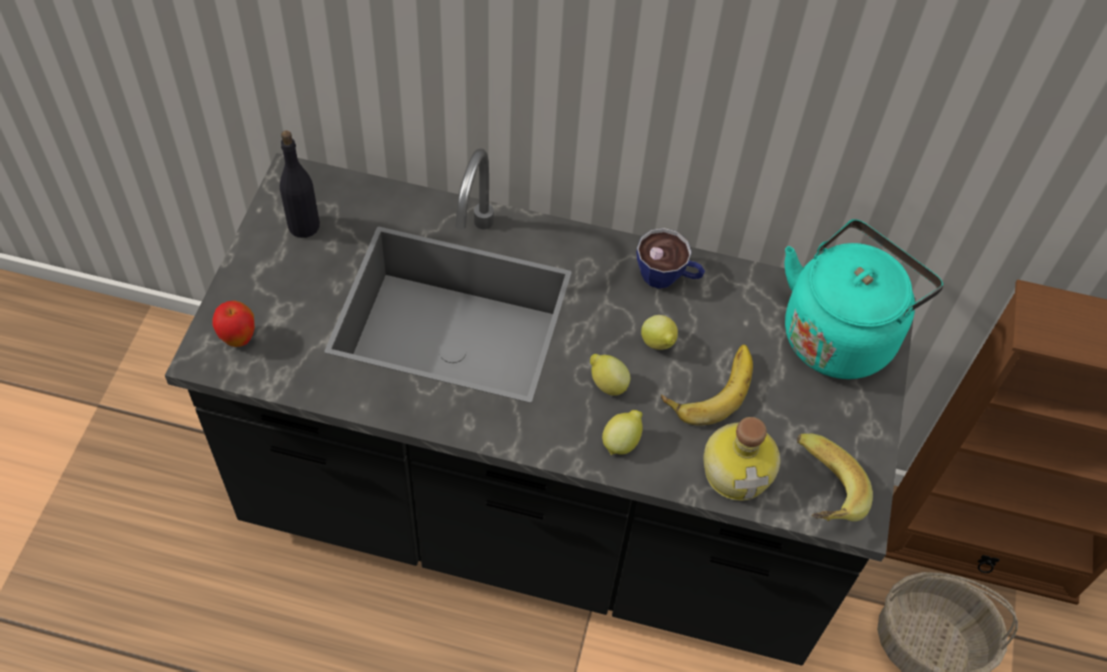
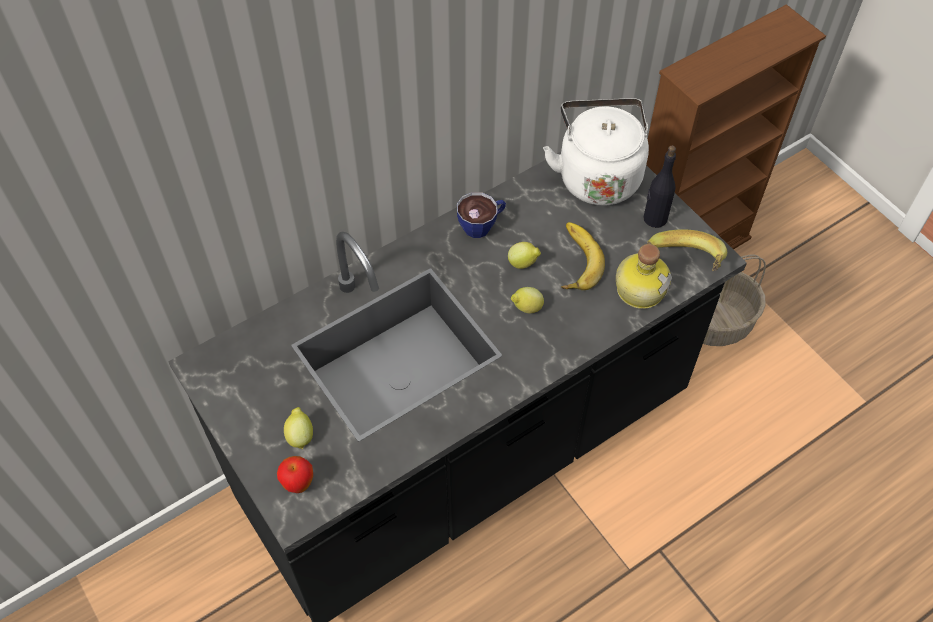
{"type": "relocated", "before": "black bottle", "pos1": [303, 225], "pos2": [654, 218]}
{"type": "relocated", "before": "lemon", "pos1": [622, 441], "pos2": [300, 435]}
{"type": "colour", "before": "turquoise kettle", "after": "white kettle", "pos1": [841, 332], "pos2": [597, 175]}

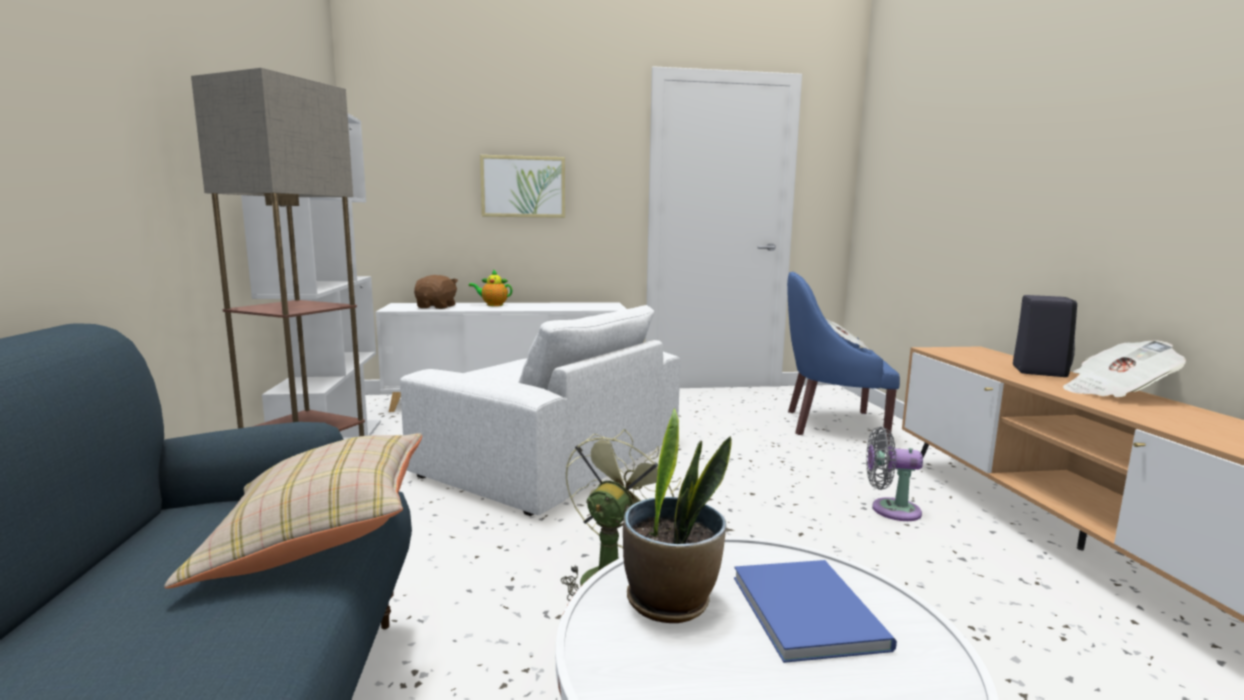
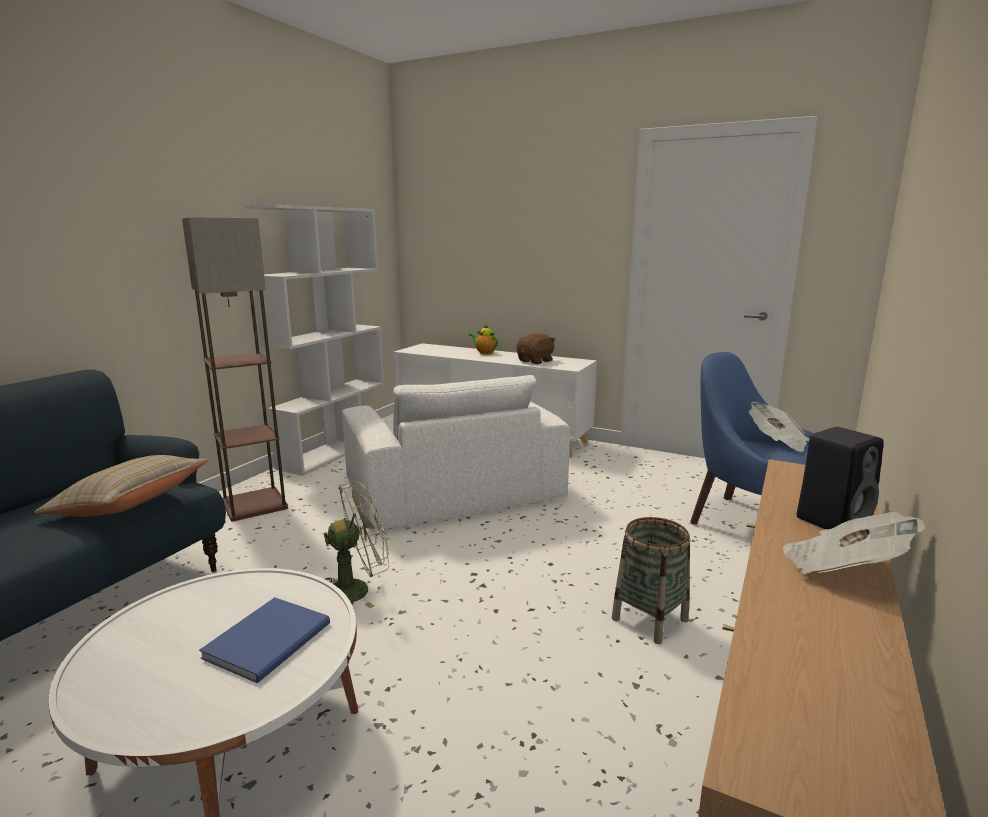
{"type": "relocated", "before": "brown plush toy", "pos1": [437, 307], "pos2": [536, 361]}
{"type": "missing", "before": "picture", "pos1": [523, 187]}
{"type": "missing", "before": "potted plant", "pos1": [670, 601]}
{"type": "exchanged", "before": "grey fan", "after": "basket", "pos1": [890, 510], "pos2": [650, 619]}

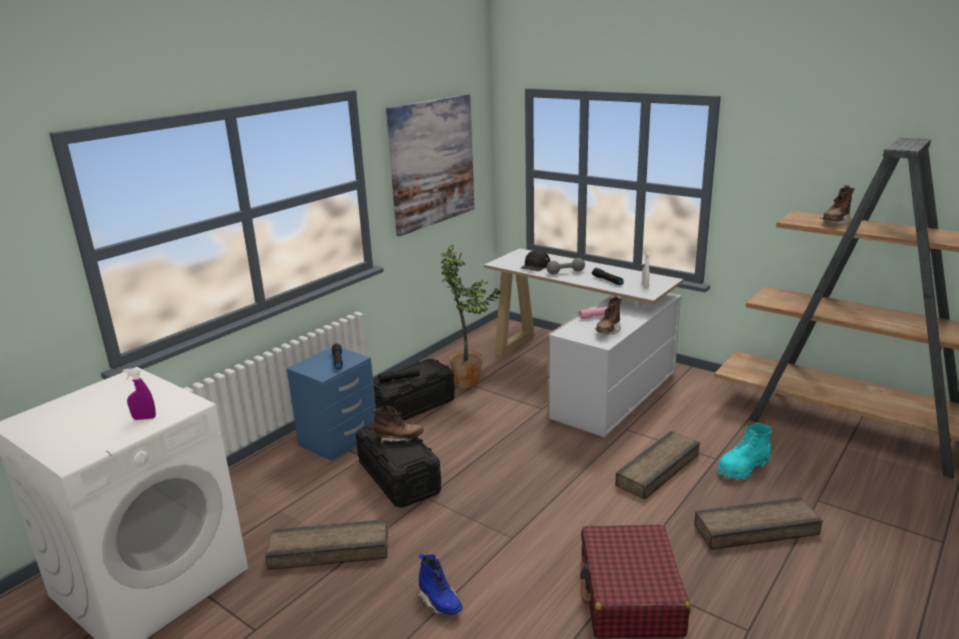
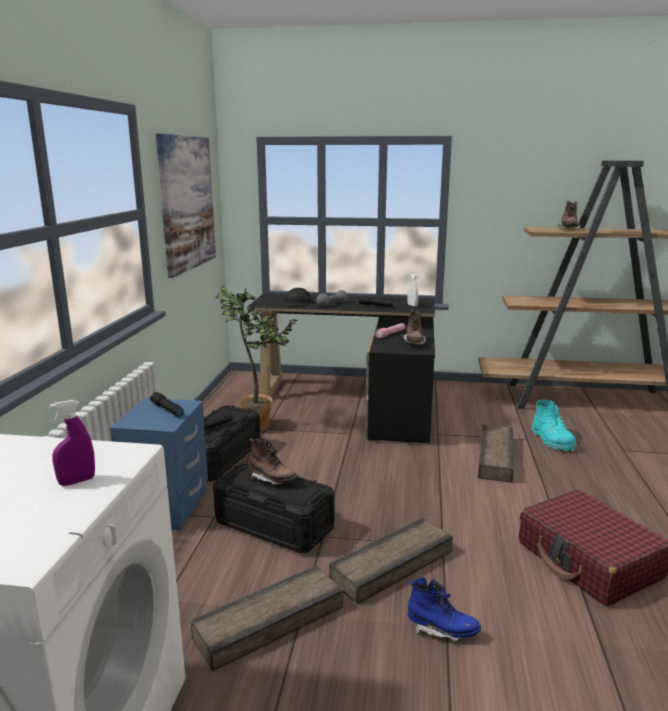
{"type": "spun", "before": "brown boot", "pos1": [399, 438], "pos2": [272, 479], "turn": 60}
{"type": "colour", "before": "white desk", "after": "black desk", "pos1": [583, 375], "pos2": [357, 401]}
{"type": "relocated", "before": "crate", "pos1": [757, 530], "pos2": [394, 566]}
{"type": "spun", "before": "turquoise boot", "pos1": [742, 468], "pos2": [552, 441], "turn": -45}

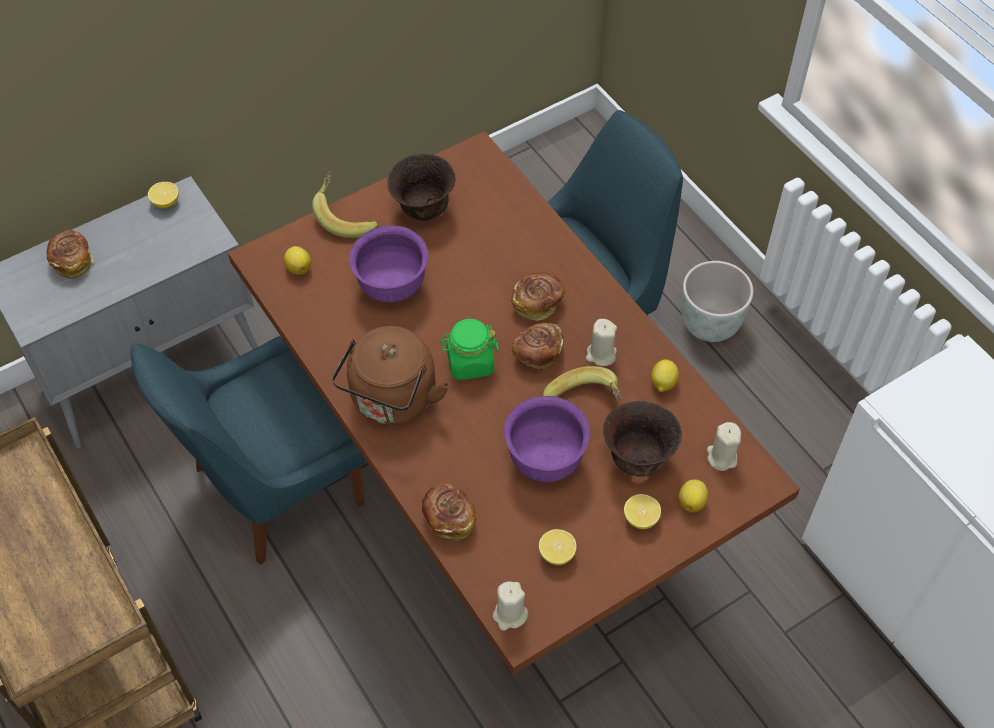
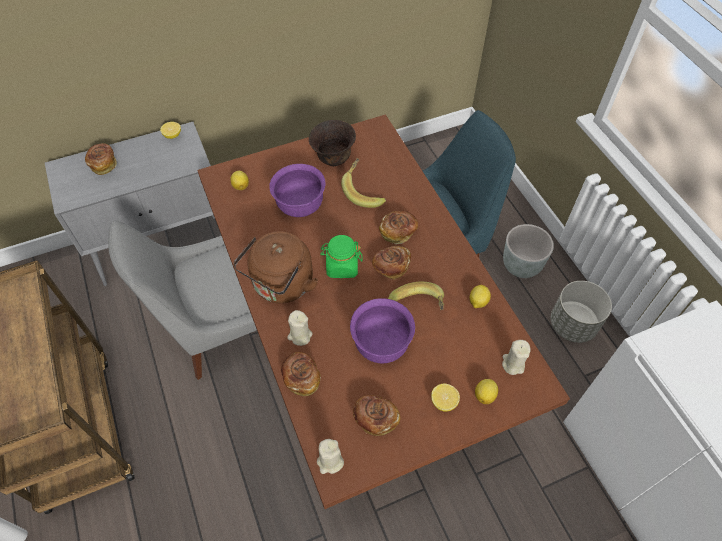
{"type": "colour", "before": "blue chair", "after": "grey chair", "pos1": [272, 489], "pos2": [217, 331]}
{"type": "relocated", "before": "banana", "pos1": [346, 216], "pos2": [364, 191]}
{"type": "exchanged", "before": "lemon", "after": "bread", "pos1": [557, 554], "pos2": [375, 419]}
{"type": "relocated", "before": "beige candle", "pos1": [601, 354], "pos2": [300, 335]}
{"type": "missing", "before": "brown bowl", "pos1": [637, 459]}
{"type": "appeared", "after": "grey planter", "pos2": [572, 325]}

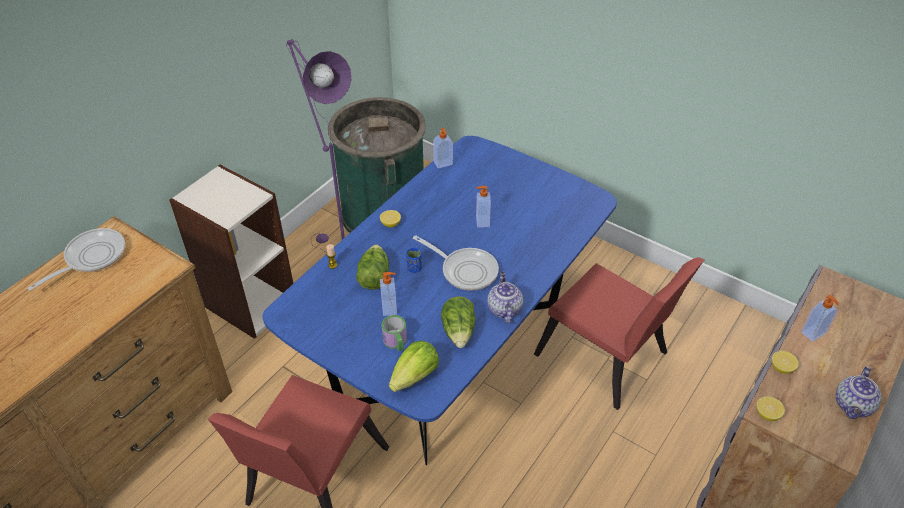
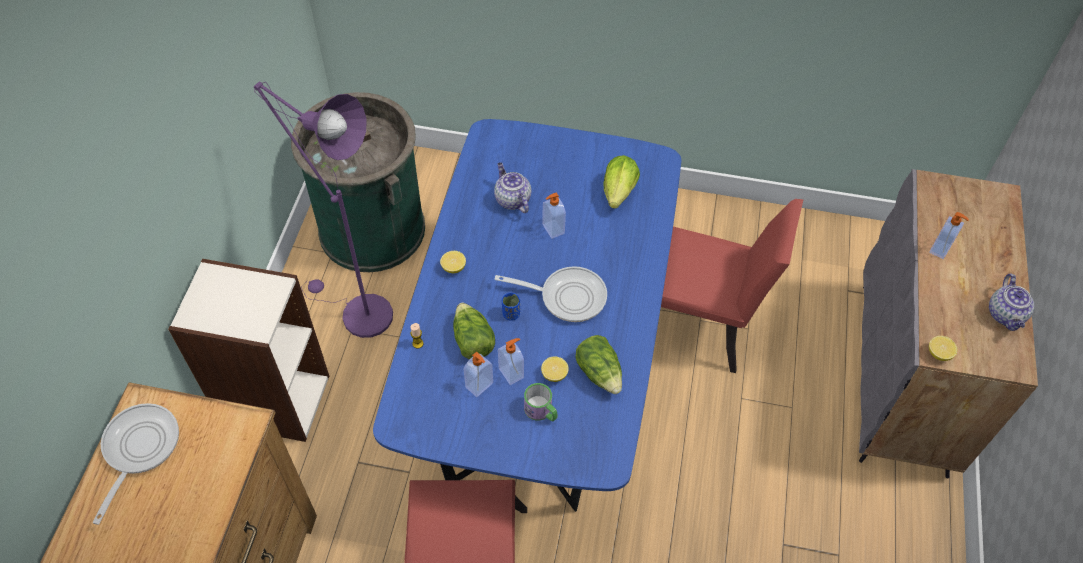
{"type": "relocated", "before": "lettuce", "pos1": [415, 376], "pos2": [619, 192]}
{"type": "relocated", "before": "soap dispenser", "pos1": [443, 163], "pos2": [480, 386]}
{"type": "relocated", "before": "teapot", "pos1": [504, 309], "pos2": [512, 200]}
{"type": "relocated", "before": "lemon", "pos1": [781, 368], "pos2": [554, 374]}

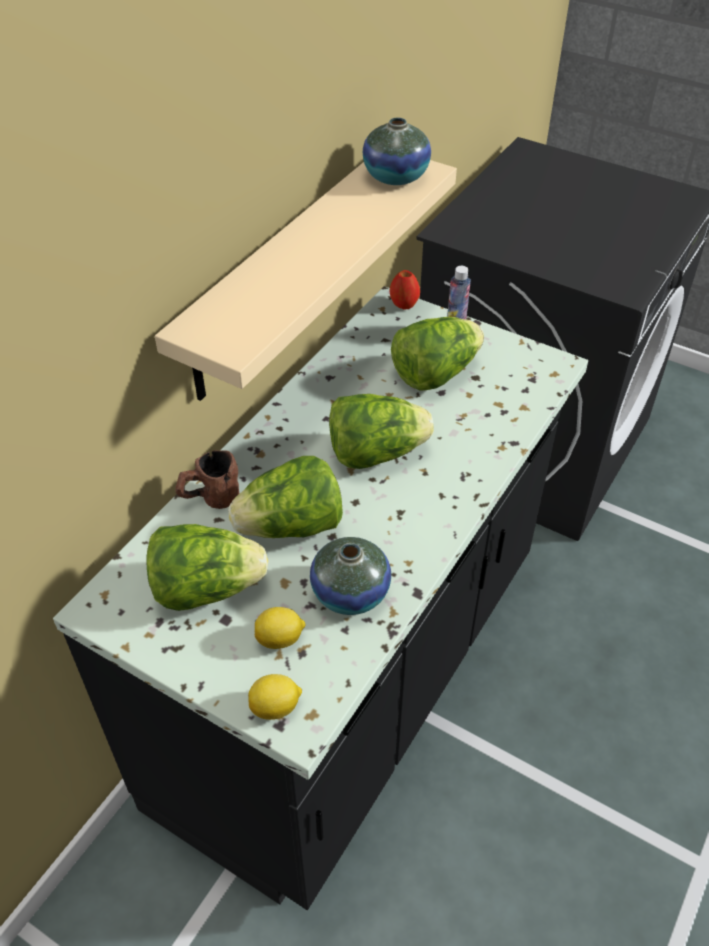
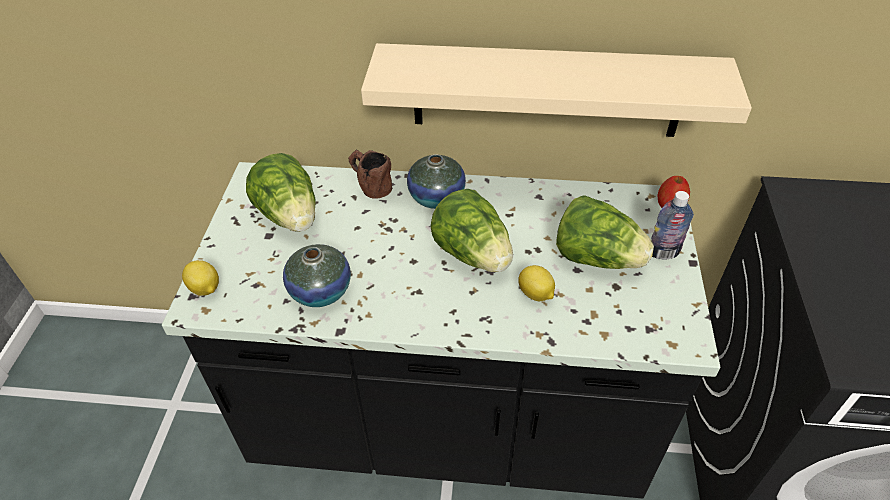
{"type": "missing", "before": "lettuce", "pos1": [291, 527]}
{"type": "relocated", "before": "lemon", "pos1": [280, 639], "pos2": [536, 294]}
{"type": "relocated", "before": "vase", "pos1": [395, 177], "pos2": [436, 197]}

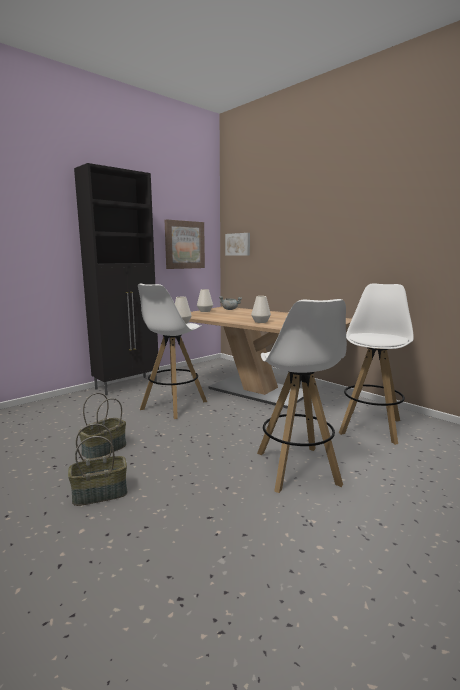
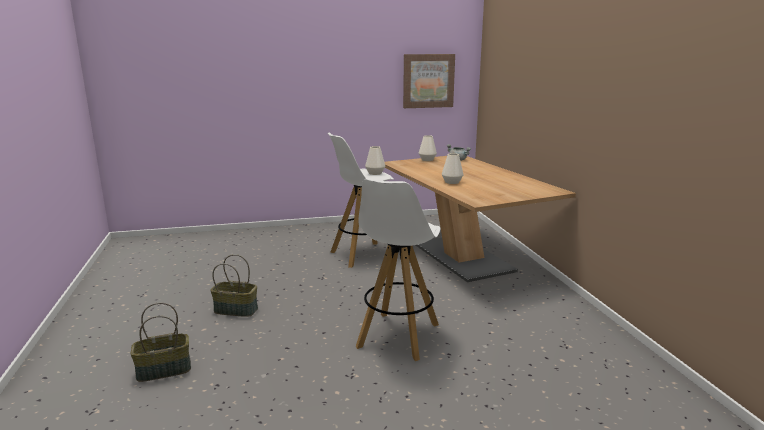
{"type": "missing", "before": "black cabinet", "pos1": [127, 385]}
{"type": "relocated", "before": "basket", "pos1": [104, 450], "pos2": [163, 371]}
{"type": "missing", "before": "picture", "pos1": [238, 244]}
{"type": "missing", "before": "white stool", "pos1": [370, 426]}

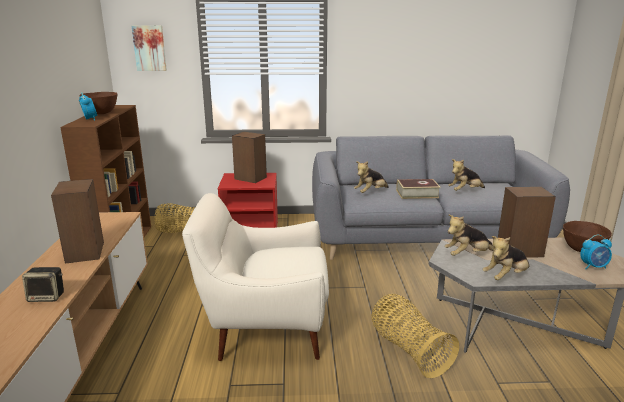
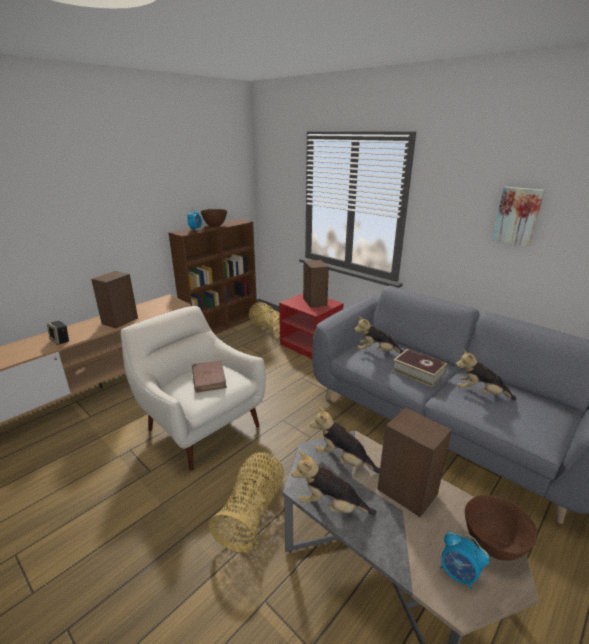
{"type": "relocated", "before": "picture", "pos1": [150, 48], "pos2": [517, 216]}
{"type": "appeared", "after": "brown book", "pos2": [209, 378]}

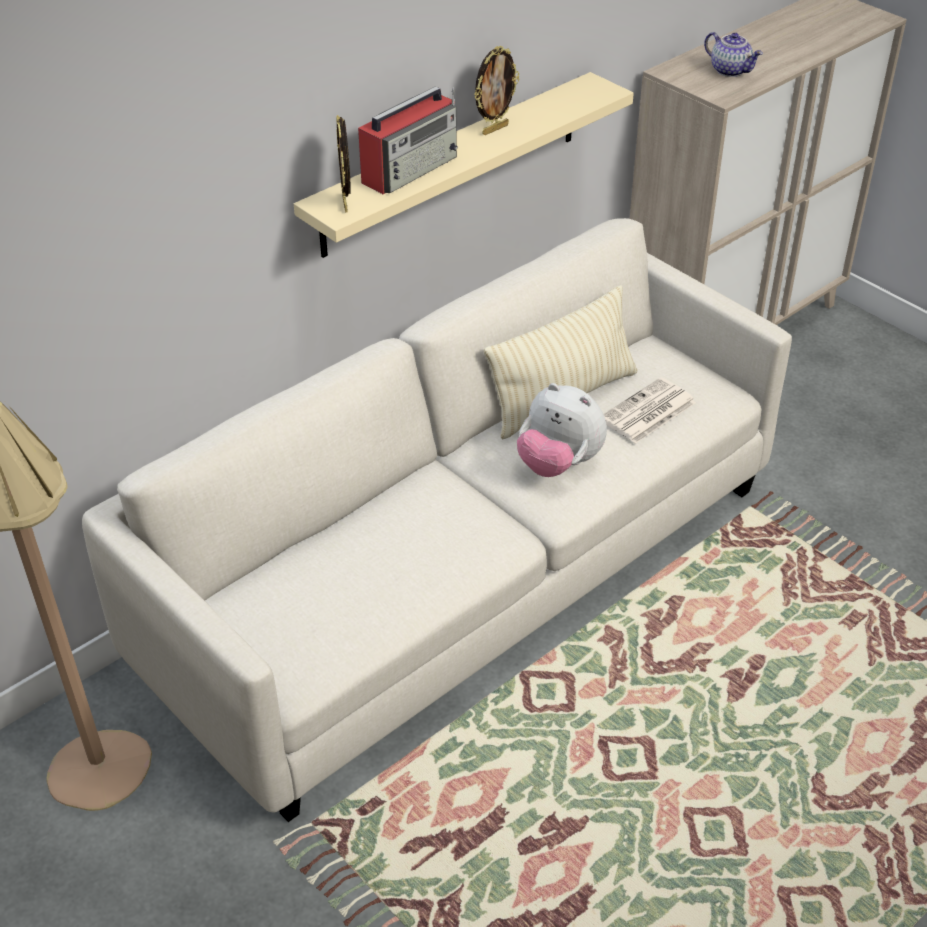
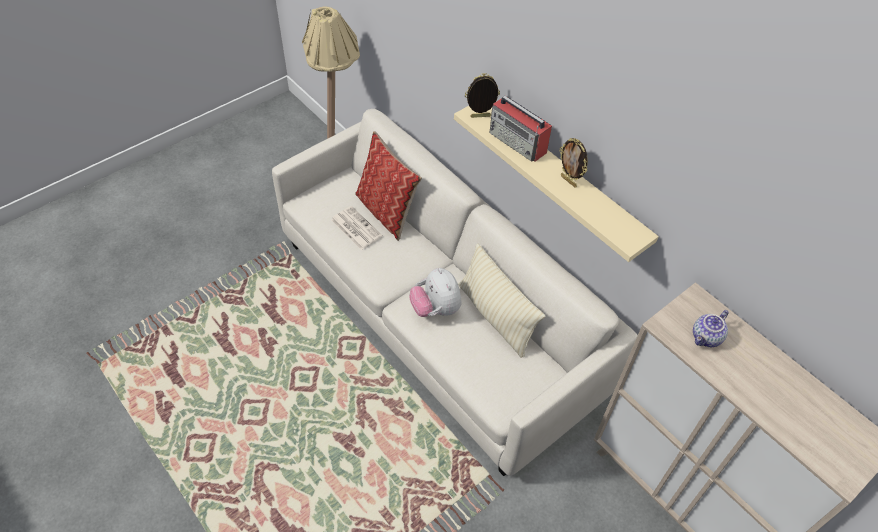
{"type": "spun", "before": "plush toy", "pos1": [558, 464], "pos2": [436, 308], "turn": -60}
{"type": "relocated", "before": "newspaper", "pos1": [647, 412], "pos2": [355, 228]}
{"type": "appeared", "after": "pillow", "pos2": [387, 211]}

